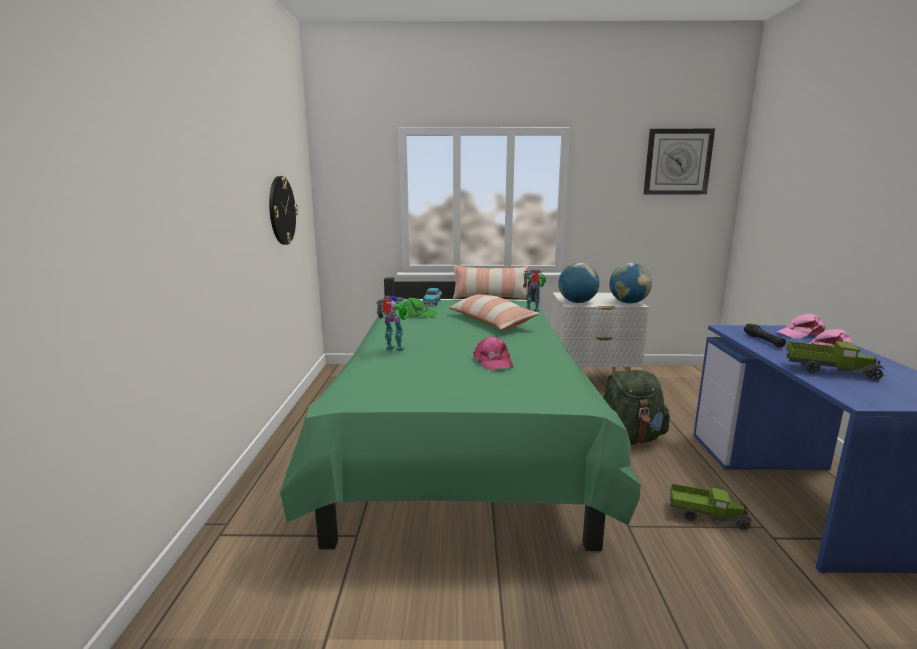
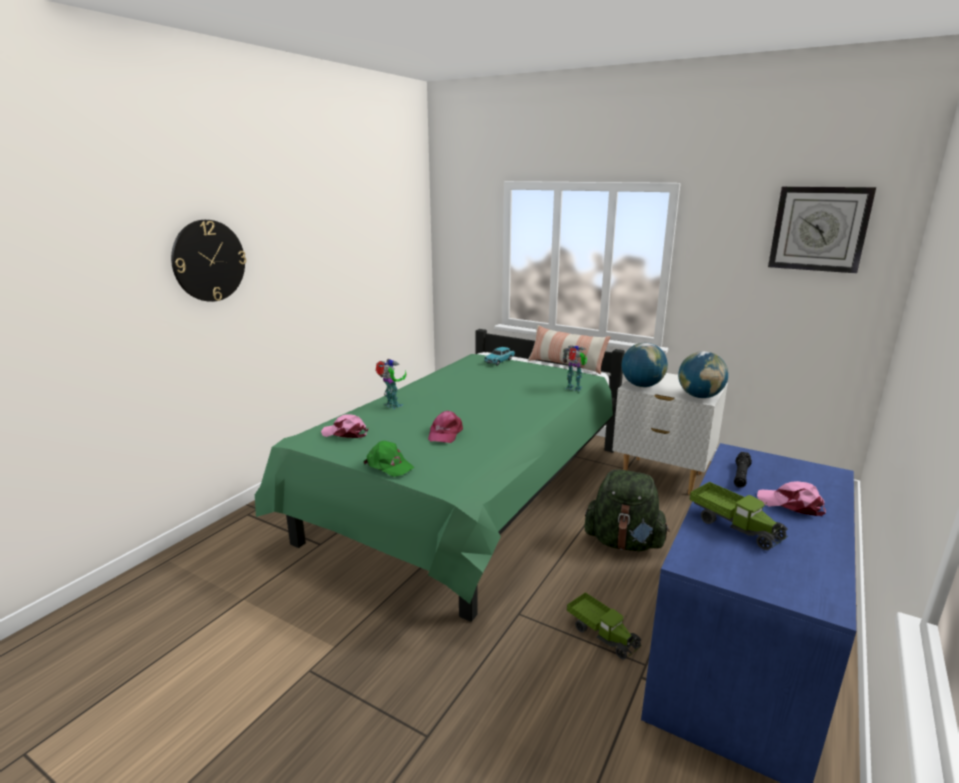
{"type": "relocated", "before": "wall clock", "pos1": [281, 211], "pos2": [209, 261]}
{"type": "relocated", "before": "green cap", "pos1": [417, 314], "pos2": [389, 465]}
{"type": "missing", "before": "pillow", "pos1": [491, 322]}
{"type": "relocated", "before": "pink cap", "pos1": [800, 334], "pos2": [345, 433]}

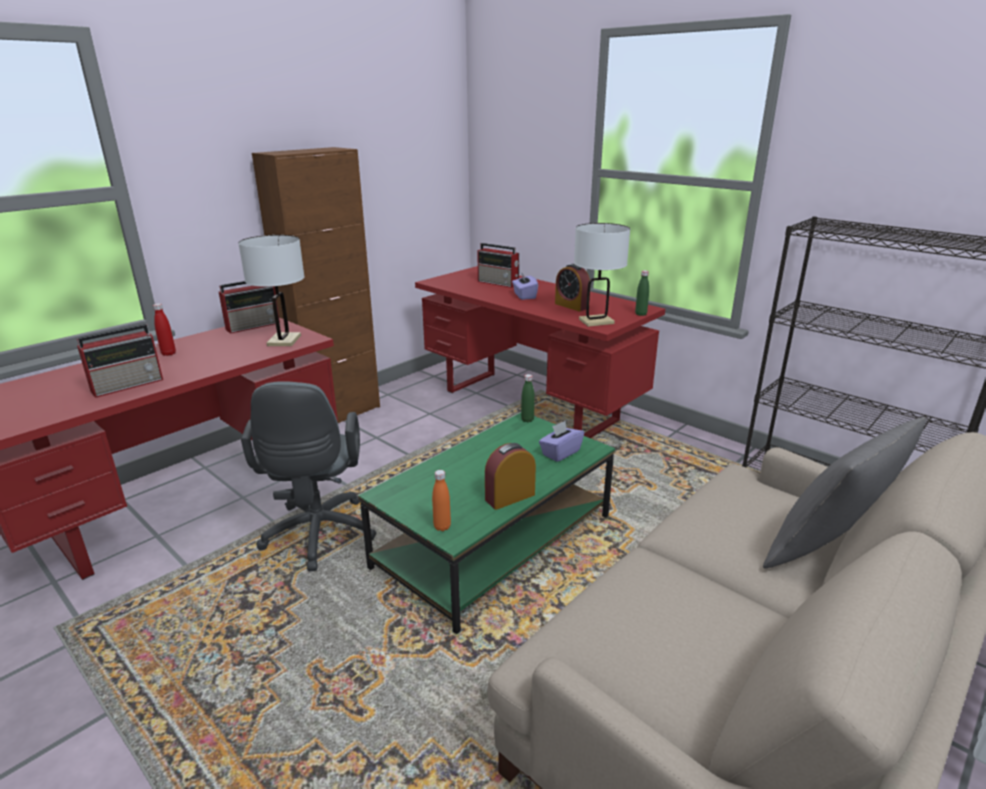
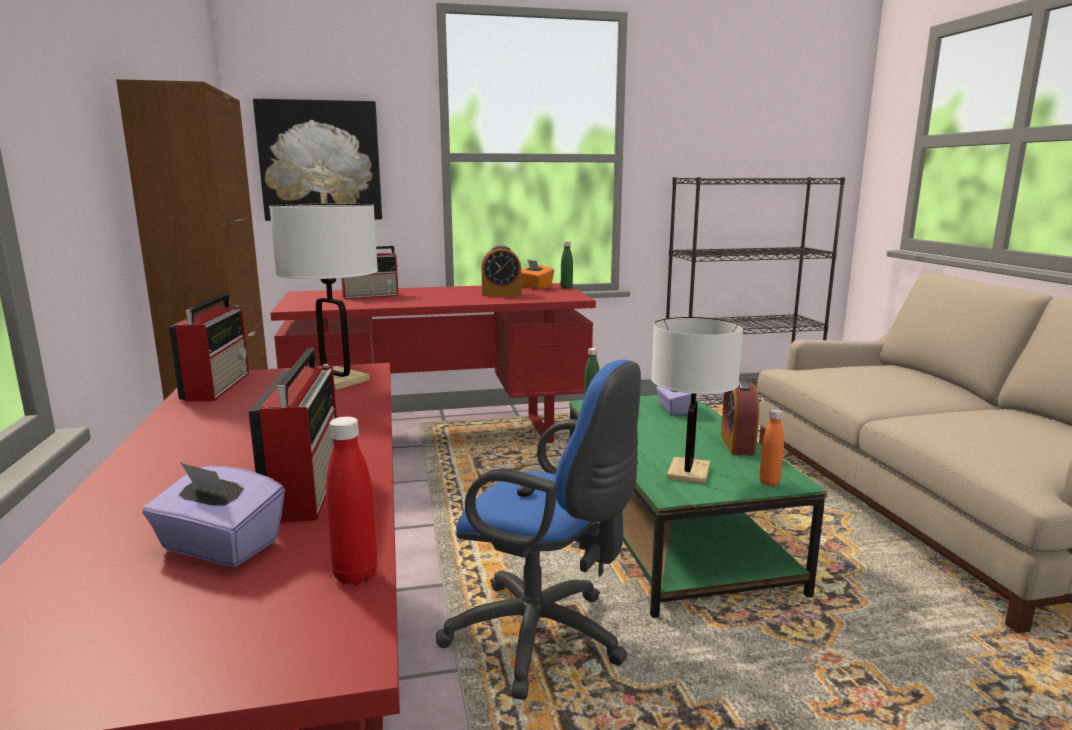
{"type": "relocated", "before": "red bottle", "pos1": [168, 353], "pos2": [355, 575]}
{"type": "colour", "before": "grey office chair", "after": "blue office chair", "pos1": [318, 537], "pos2": [544, 639]}
{"type": "relocated", "before": "purple tissue box", "pos1": [524, 296], "pos2": [219, 546]}
{"type": "relocated", "before": "white table lamp", "pos1": [596, 321], "pos2": [688, 472]}
{"type": "missing", "before": "grey pillow", "pos1": [826, 551]}
{"type": "appeared", "after": "picture", "pos2": [320, 161]}
{"type": "appeared", "after": "orange tissue box", "pos2": [534, 287]}

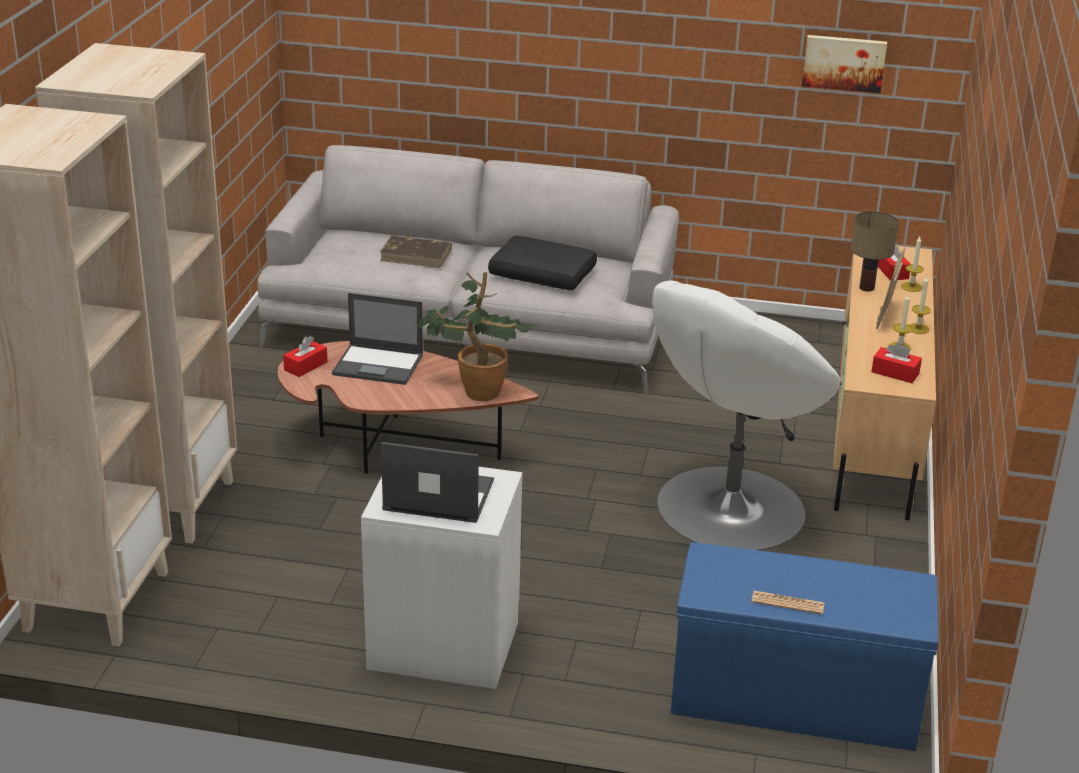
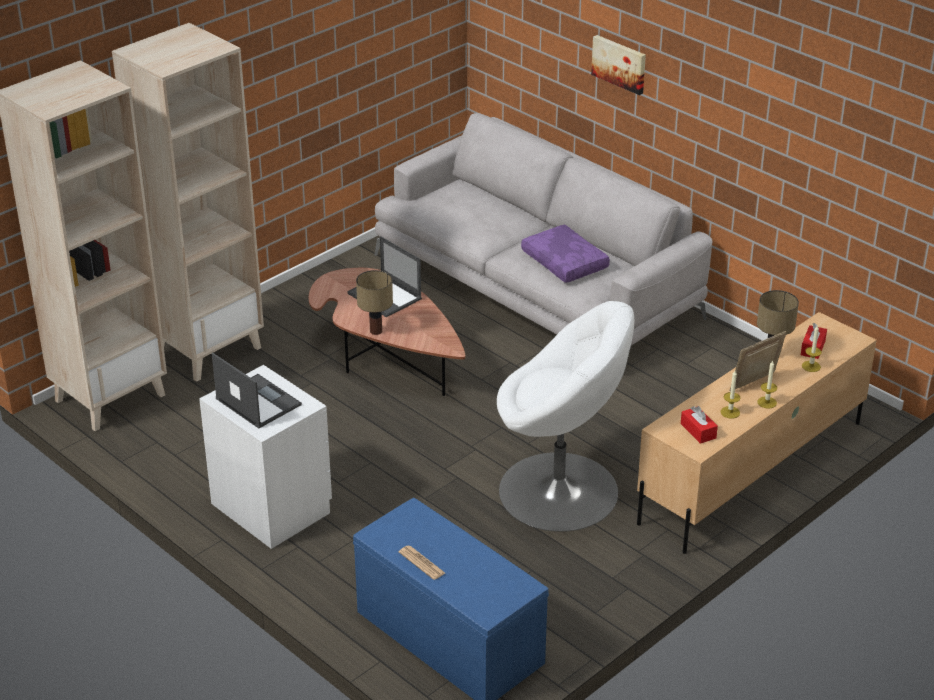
{"type": "missing", "before": "red tissue box", "pos1": [305, 366]}
{"type": "missing", "before": "brown book", "pos1": [416, 255]}
{"type": "missing", "before": "potted plant", "pos1": [475, 389]}
{"type": "colour", "before": "black pillow", "after": "purple pillow", "pos1": [544, 274], "pos2": [566, 262]}
{"type": "spun", "before": "white armchair", "pos1": [728, 508], "pos2": [560, 492], "turn": -150}
{"type": "relocated", "before": "picture", "pos1": [844, 62], "pos2": [620, 63]}
{"type": "appeared", "after": "table lamp", "pos2": [376, 331]}

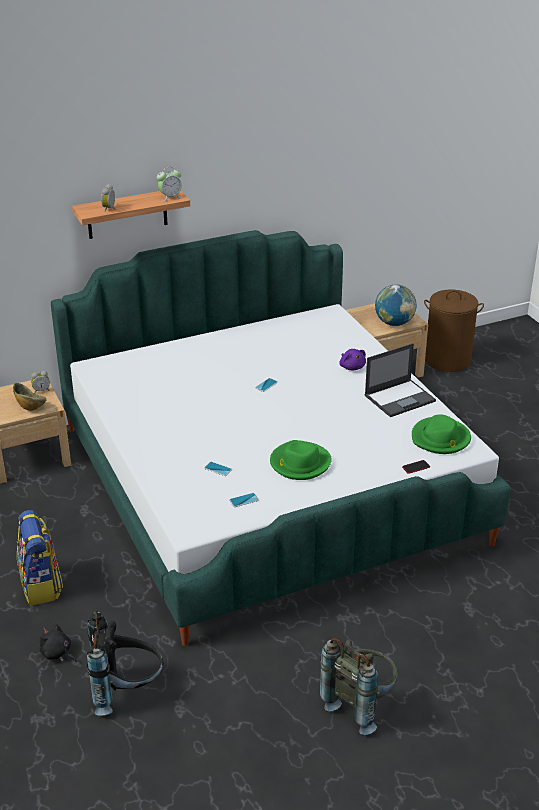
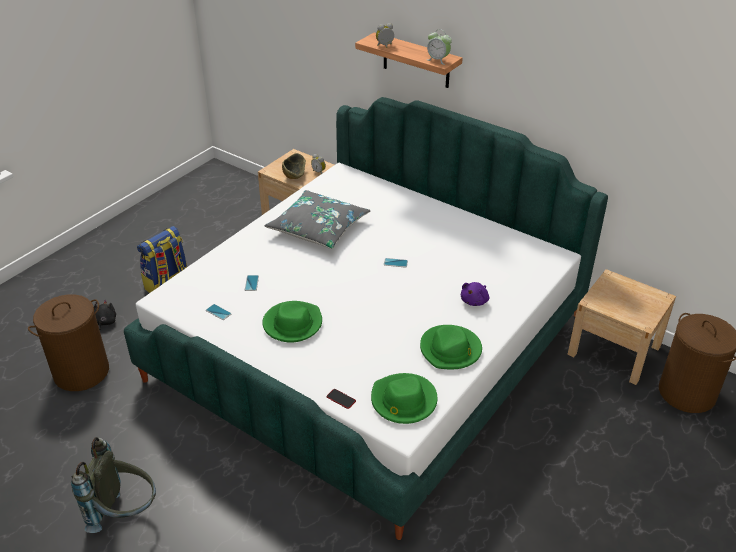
{"type": "exchanged", "before": "black backpack", "after": "brown laundry basket", "pos1": [126, 691], "pos2": [82, 372]}
{"type": "exchanged", "before": "laptop", "after": "green hat", "pos1": [400, 398], "pos2": [450, 350]}
{"type": "missing", "before": "globe", "pos1": [394, 323]}
{"type": "appeared", "after": "grey pillow", "pos2": [318, 228]}

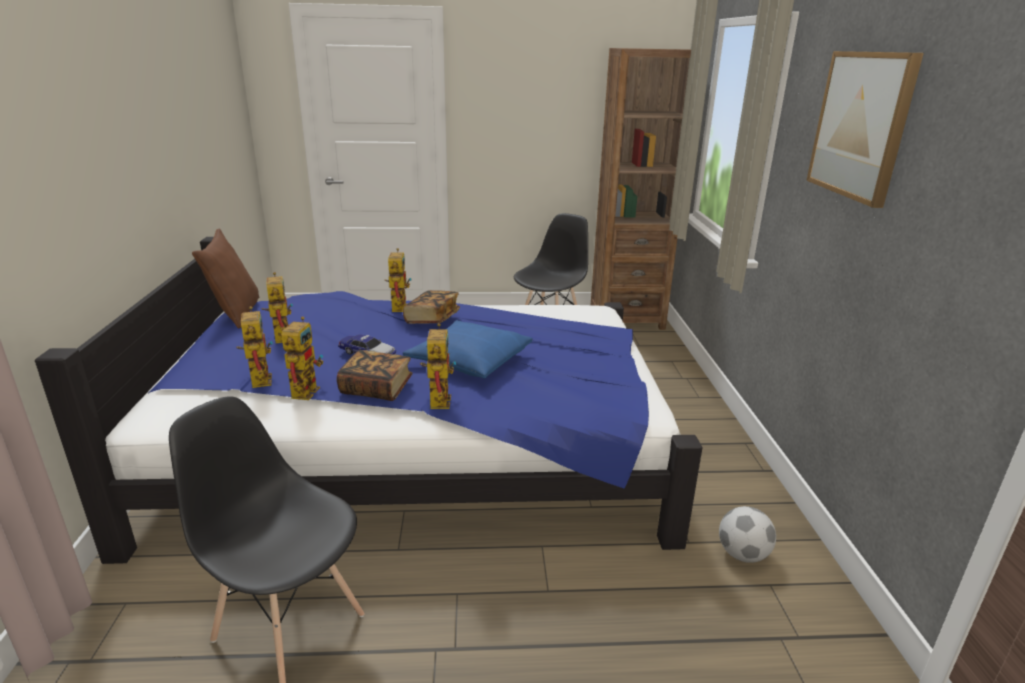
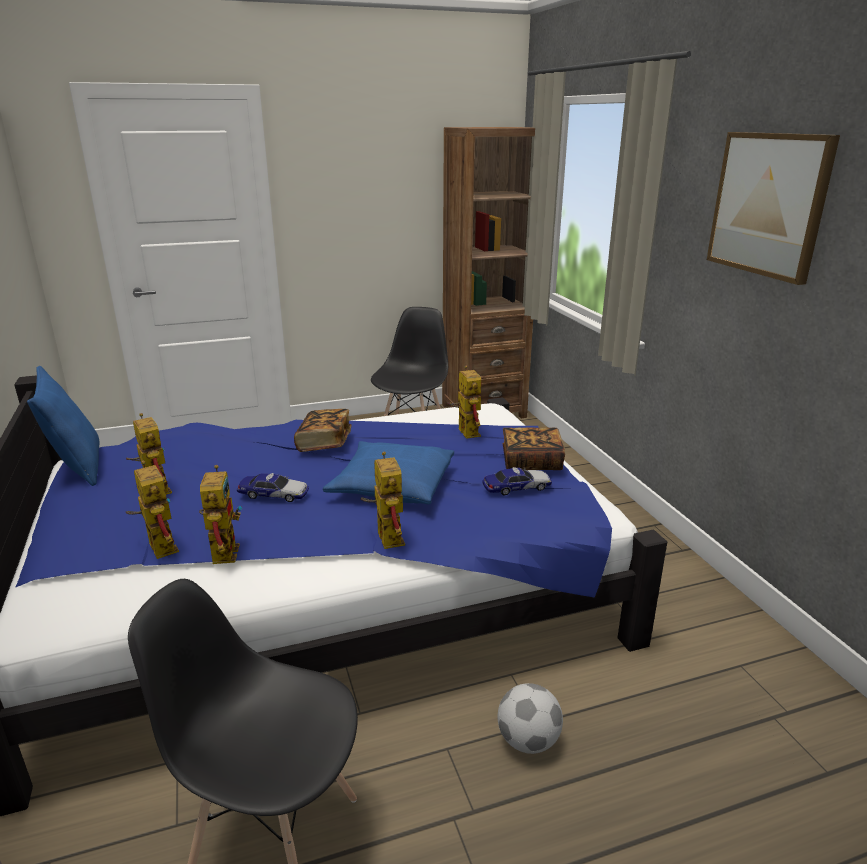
{"type": "colour", "before": "brown pillow", "after": "blue pillow", "pos1": [236, 313], "pos2": [77, 466]}
{"type": "relocated", "before": "book", "pos1": [376, 388], "pos2": [531, 462]}
{"type": "relocated", "before": "toy robot", "pos1": [398, 306], "pos2": [464, 431]}
{"type": "relocated", "before": "football", "pos1": [742, 554], "pos2": [528, 740]}
{"type": "appeared", "after": "toy car", "pos2": [517, 487]}

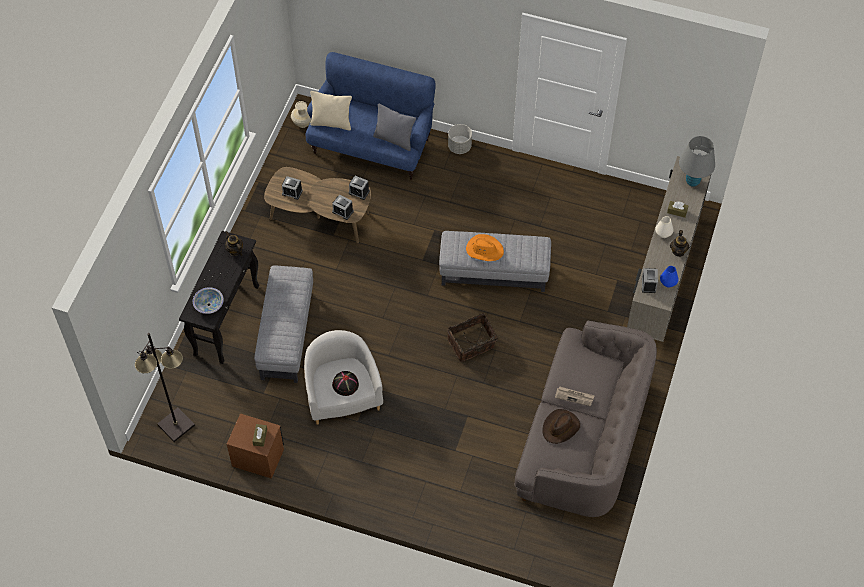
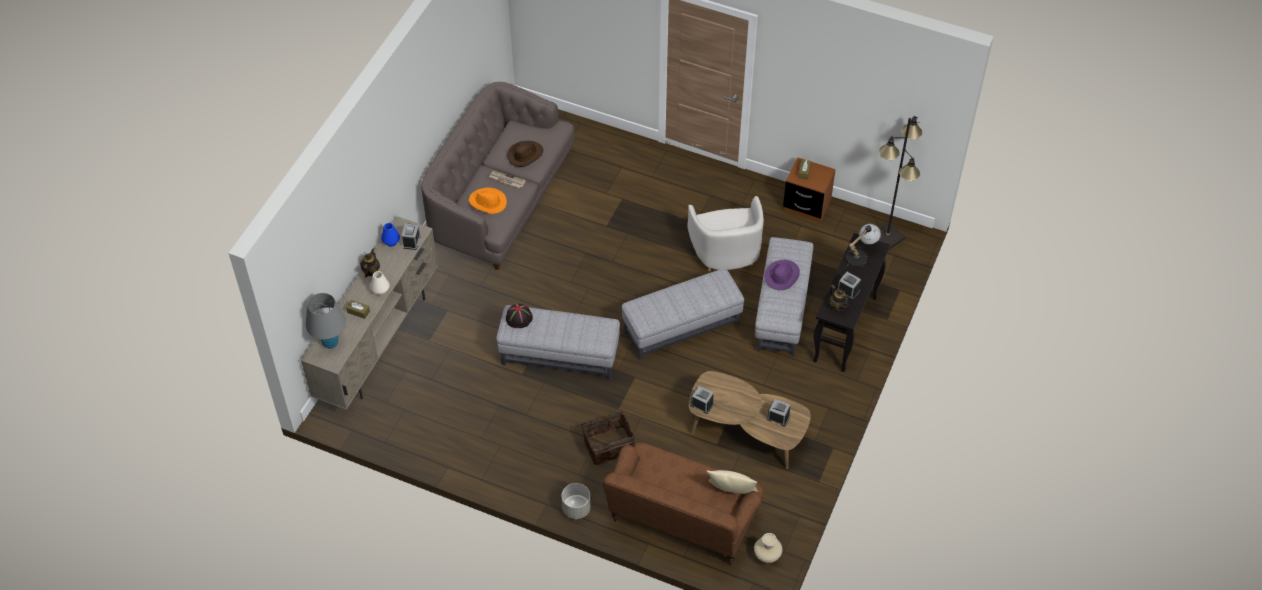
{"type": "exchanged", "before": "bowl", "after": "table lamp", "pos1": [209, 304], "pos2": [860, 255]}
{"type": "colour", "before": "blue sofa", "after": "brown sofa", "pos1": [372, 144], "pos2": [682, 520]}
{"type": "relocated", "before": "alarm clock", "pos1": [343, 211], "pos2": [848, 290]}
{"type": "relocated", "before": "black hat", "pos1": [345, 384], "pos2": [519, 318]}
{"type": "missing", "before": "grey pillow", "pos1": [394, 139]}
{"type": "relocated", "before": "basket", "pos1": [471, 344], "pos2": [608, 445]}
{"type": "relocated", "before": "orange hat", "pos1": [484, 249], "pos2": [487, 202]}
{"type": "appeared", "after": "grey ottoman", "pos2": [681, 328]}
{"type": "appeared", "after": "purple hat", "pos2": [782, 276]}

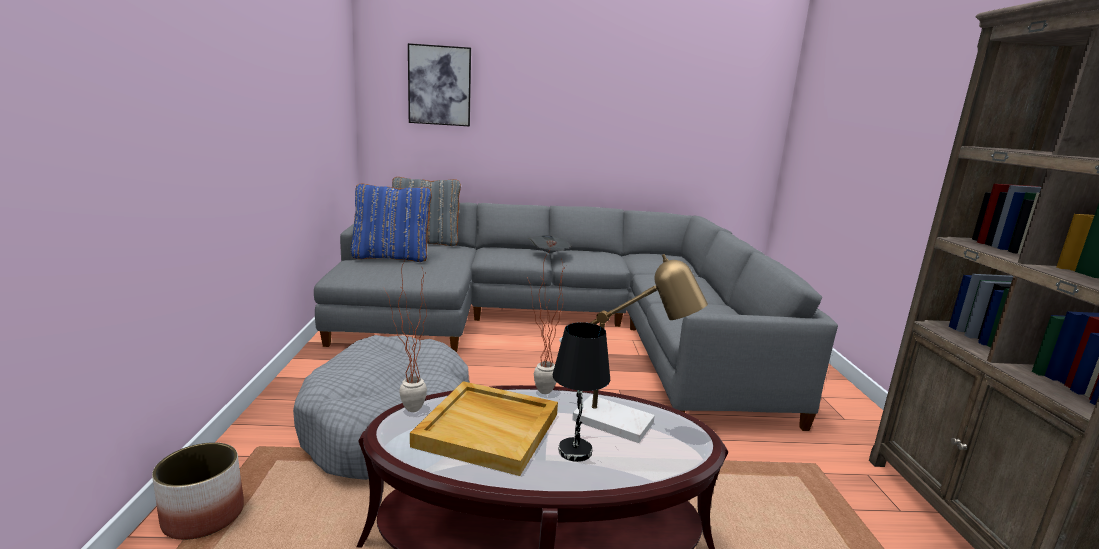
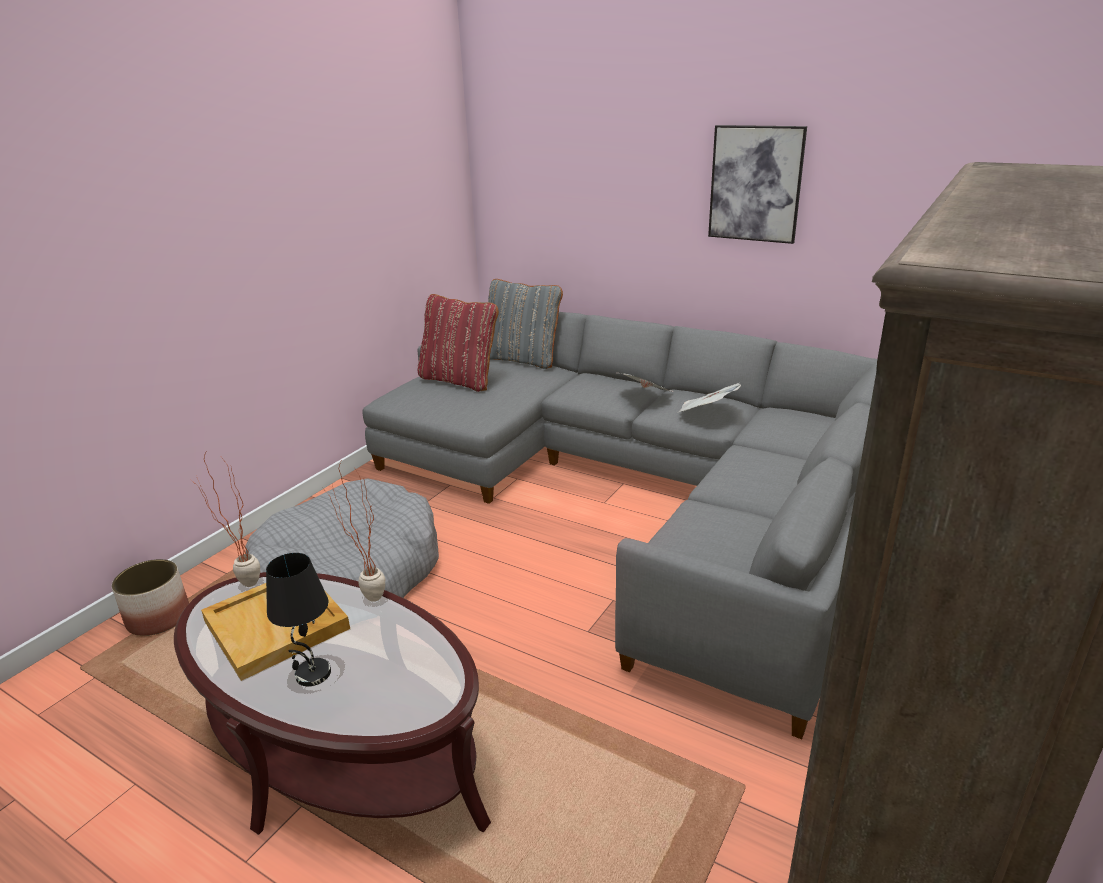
{"type": "colour", "before": "blue pillow", "after": "red pillow", "pos1": [392, 257], "pos2": [460, 380]}
{"type": "relocated", "before": "picture", "pos1": [439, 85], "pos2": [755, 184]}
{"type": "missing", "before": "table lamp", "pos1": [624, 424]}
{"type": "appeared", "after": "newspaper", "pos2": [706, 413]}

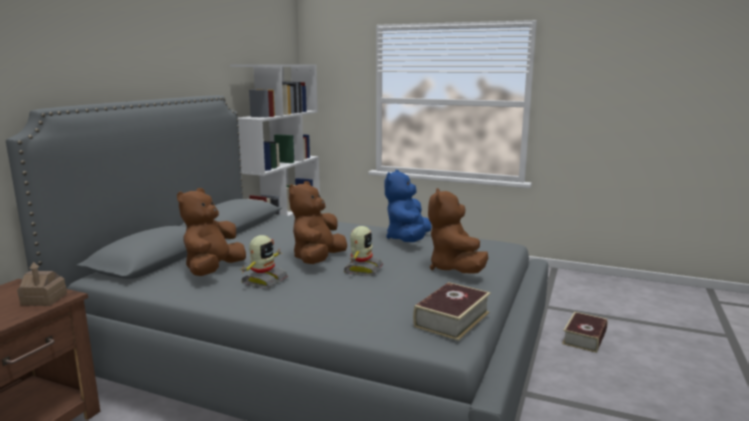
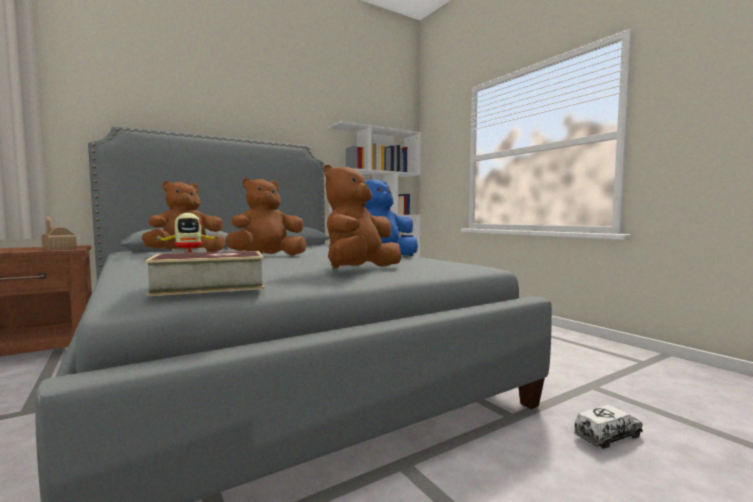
{"type": "missing", "before": "toy robot", "pos1": [362, 269]}
{"type": "exchanged", "before": "book", "after": "toy truck", "pos1": [584, 338], "pos2": [608, 436]}

